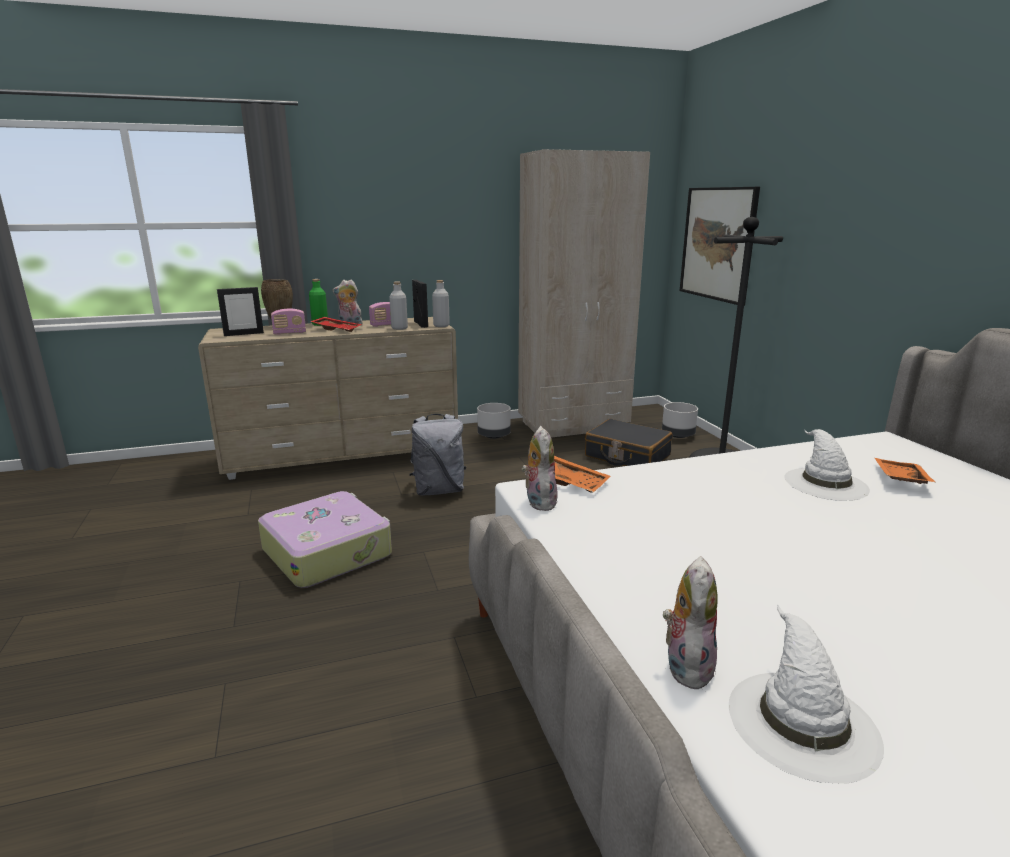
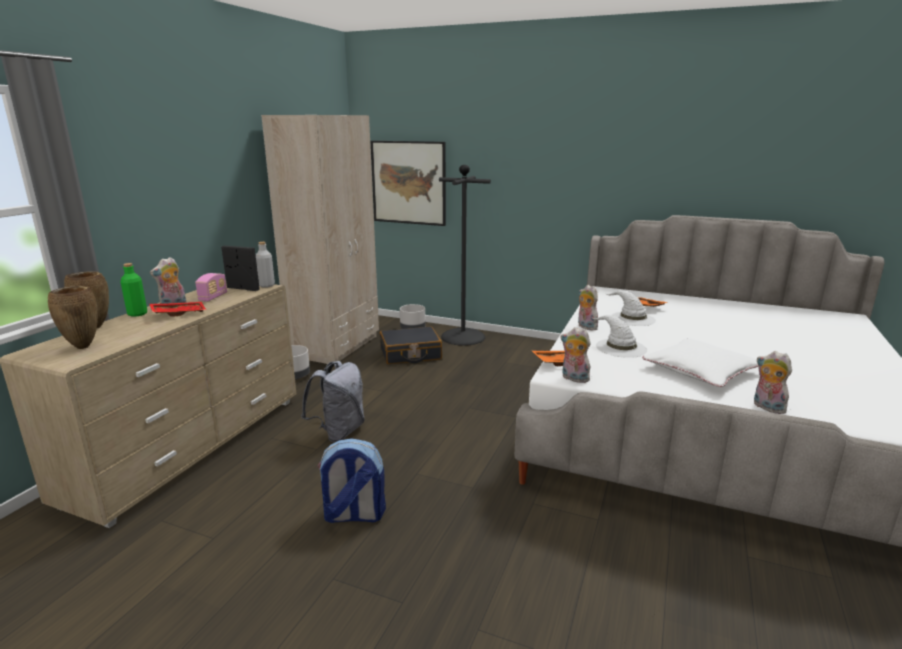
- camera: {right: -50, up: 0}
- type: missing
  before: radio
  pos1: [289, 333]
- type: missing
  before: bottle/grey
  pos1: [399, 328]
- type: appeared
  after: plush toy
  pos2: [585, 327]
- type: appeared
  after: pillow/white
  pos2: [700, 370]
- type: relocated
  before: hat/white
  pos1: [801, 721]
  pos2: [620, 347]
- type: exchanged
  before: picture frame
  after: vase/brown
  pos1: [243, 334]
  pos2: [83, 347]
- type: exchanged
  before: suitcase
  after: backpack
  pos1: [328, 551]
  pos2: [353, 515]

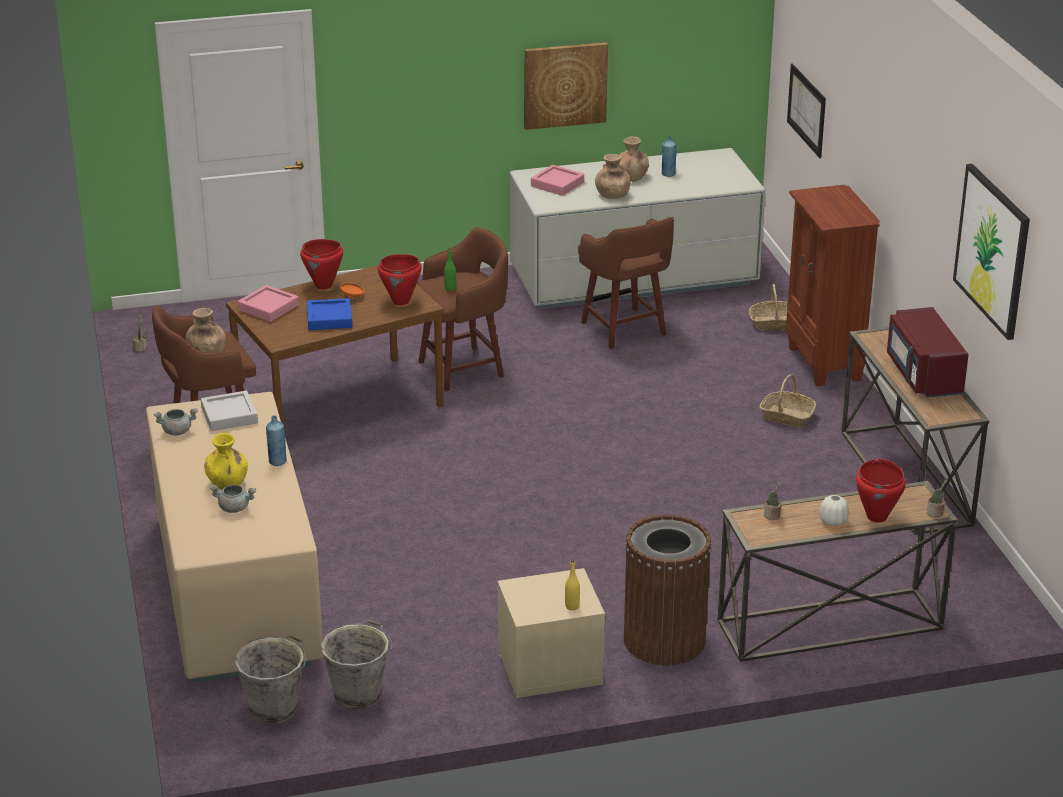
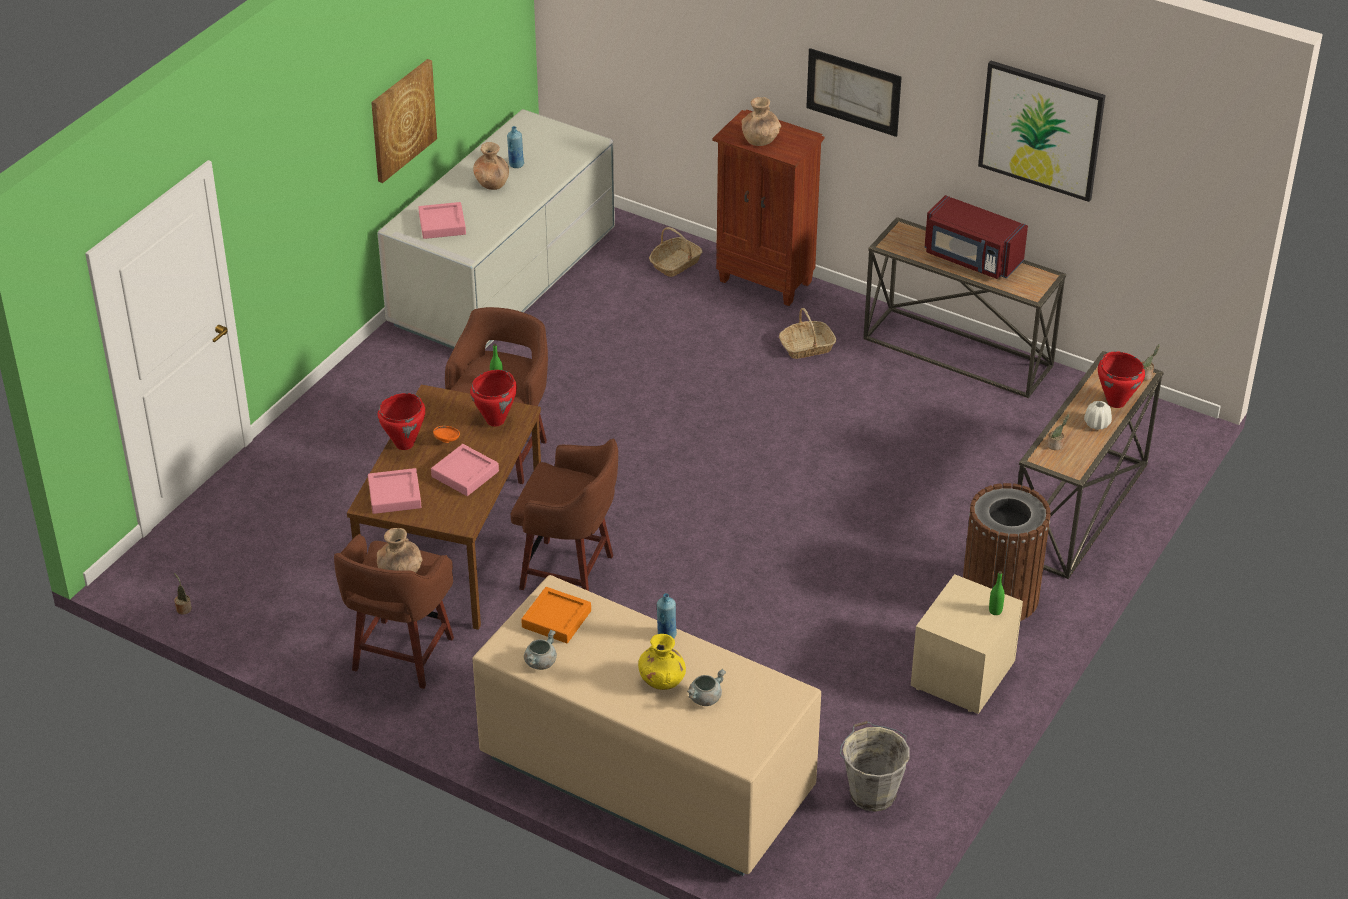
- camera: {right: -45, up: 10}
- type: missing
  before: bucket/grey
  pos1: [275, 708]
- type: relocated
  before: stool/brown
  pos1: [625, 330]
  pos2: [570, 573]
- type: relocated
  before: vase/brown
  pos1: [612, 195]
  pos2: [760, 140]
- type: relocated
  before: picture
  pos1: [806, 110]
  pos2: [853, 92]
- type: colour
  before: tray/grey
  after: tray/orange
  pos1: [229, 415]
  pos2: [556, 619]
- type: colour
  before: tray/blue
  after: tray/pink
  pos1: [329, 318]
  pos2: [465, 474]
- type: colour
  before: bottle/yellow
  after: bottle/green
  pos1: [572, 606]
  pos2: [995, 611]

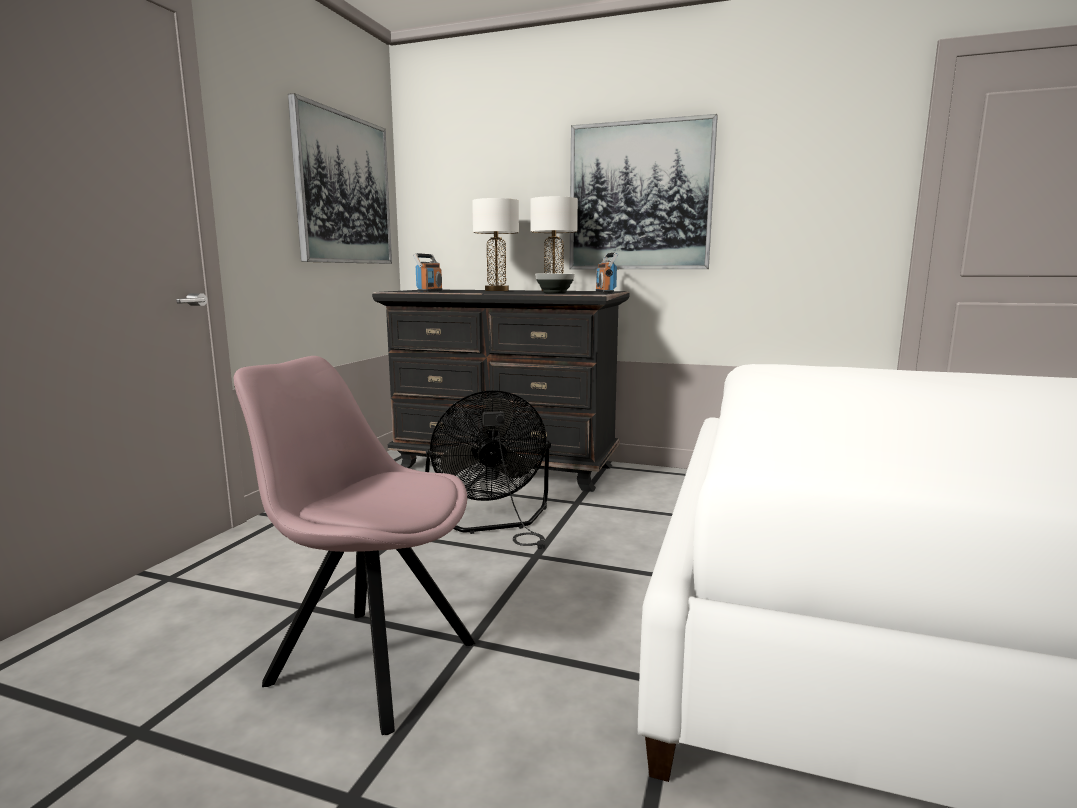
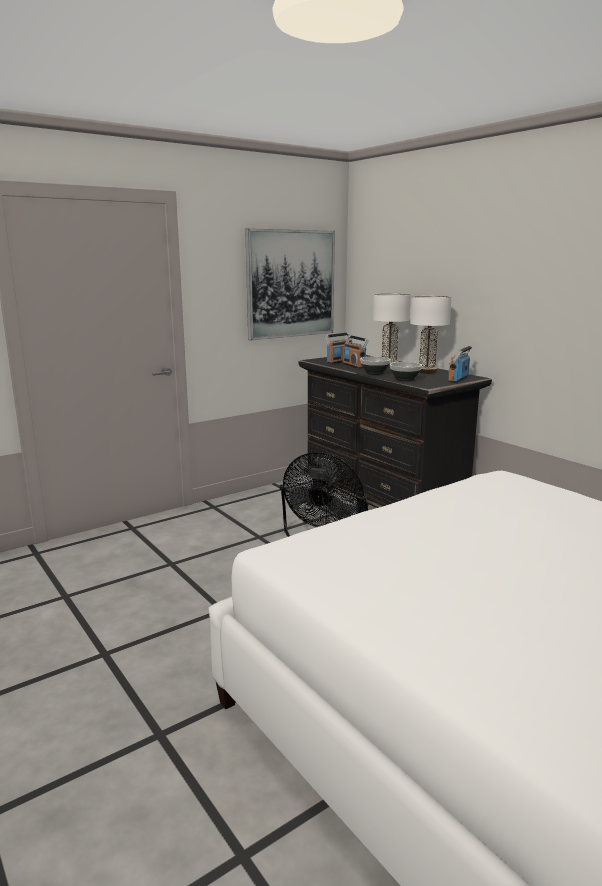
- camera: {right: 35, up: 5}
- type: missing
  before: chair/pink
  pos1: [371, 663]
- type: missing
  before: picture
  pos1: [640, 197]
- type: appeared
  after: radio
  pos2: [354, 366]
- type: appeared
  after: bowl
  pos2: [375, 373]

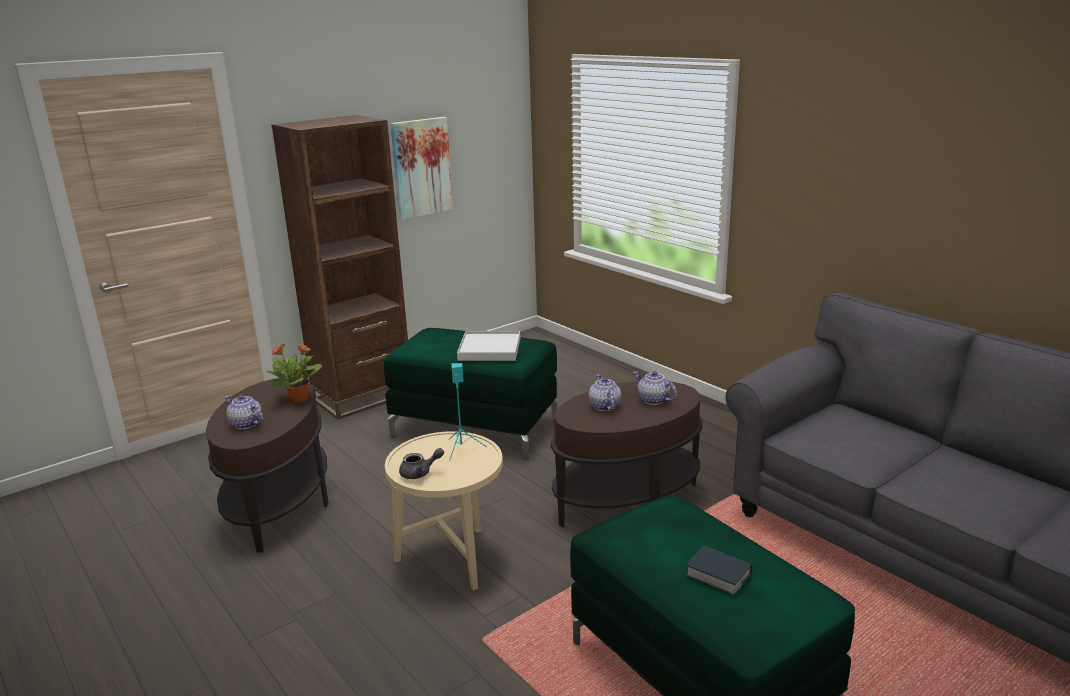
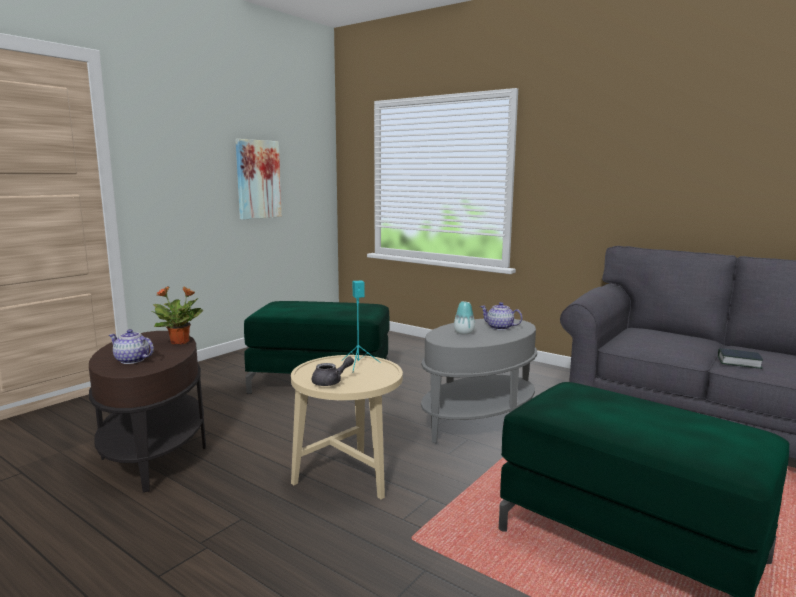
- camera: {right: -15, up: -10}
- type: missing
  before: bookcase/brown
  pos1: [363, 397]
- type: missing
  before: tray/white
  pos1: [489, 349]
- type: relocated
  before: book
  pos1: [718, 575]
  pos2: [739, 362]
- type: exchanged
  before: teapot
  after: vase
  pos1: [604, 406]
  pos2: [464, 333]
- type: colour
  before: side table/brown
  after: side table/grey
  pos1: [627, 503]
  pos2: [478, 422]

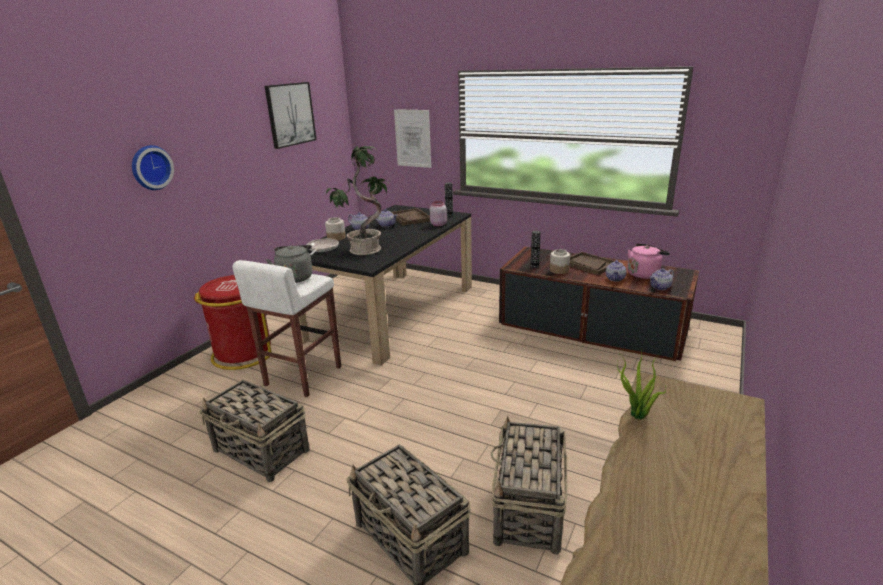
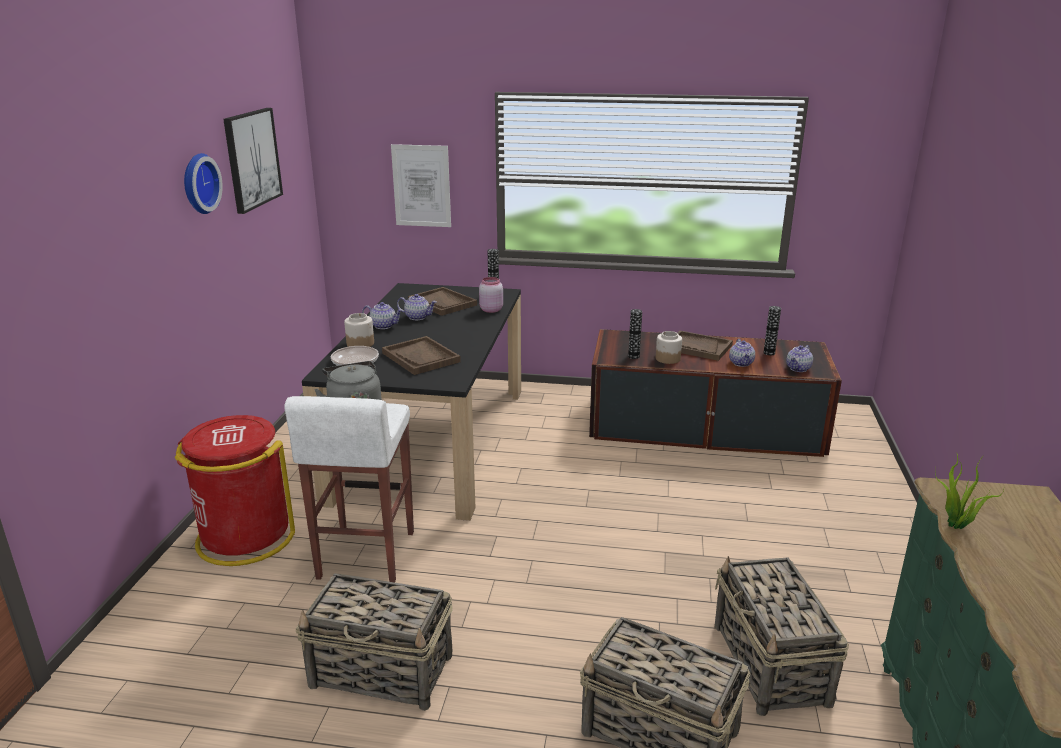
- camera: {right: -20, up: 0}
- type: relocated
  before: wall clock
  pos1: [150, 167]
  pos2: [198, 183]
- type: exchanged
  before: potted plant
  after: tray/brown
  pos1: [365, 249]
  pos2: [421, 357]
- type: exchanged
  before: kettle/pink
  after: vase
  pos1: [644, 274]
  pos2: [769, 353]

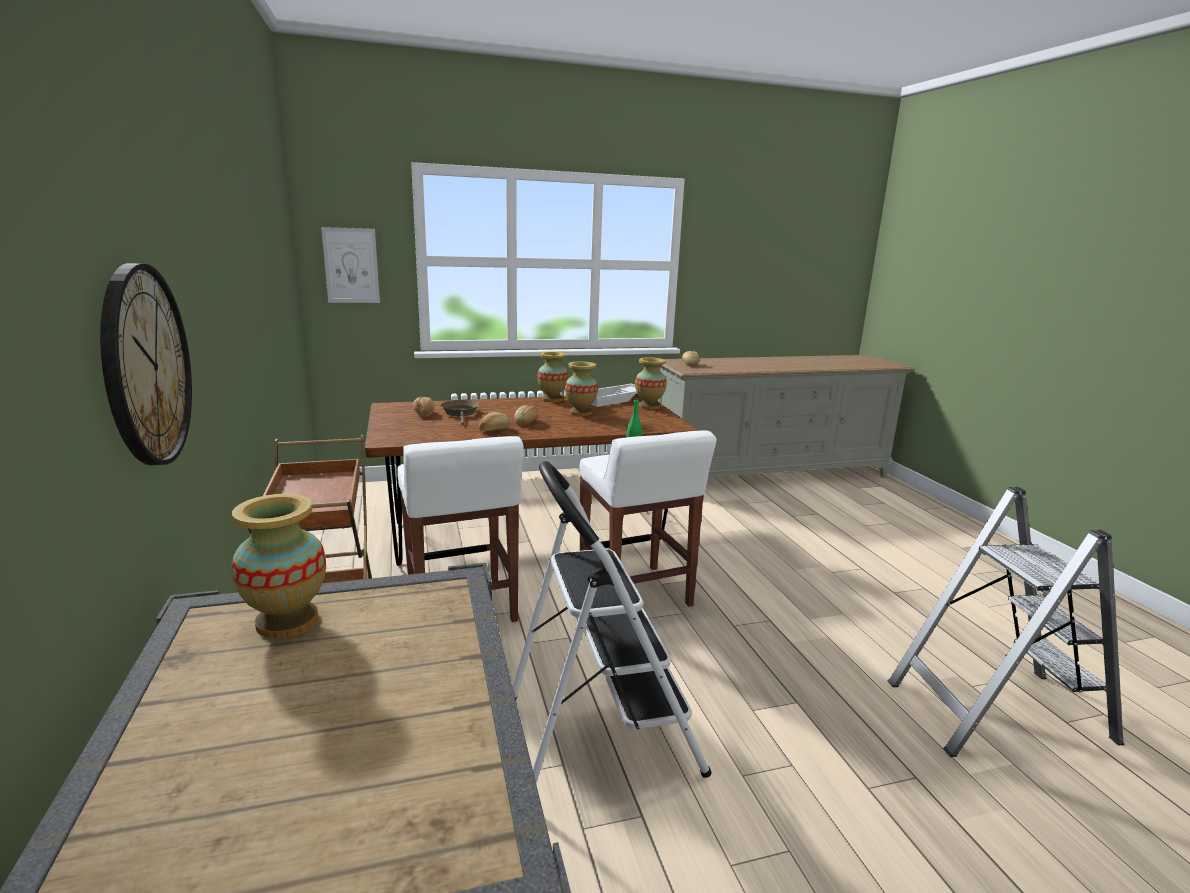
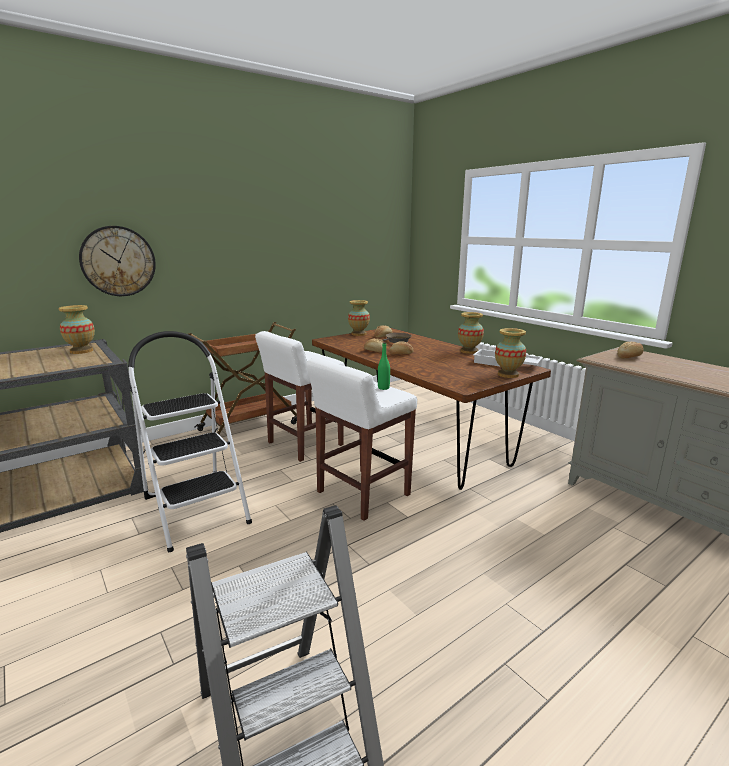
- camera: {right: 70, up: 0}
- type: missing
  before: picture
  pos1: [351, 265]
- type: relocated
  before: vase
  pos1: [580, 413]
  pos2: [358, 334]

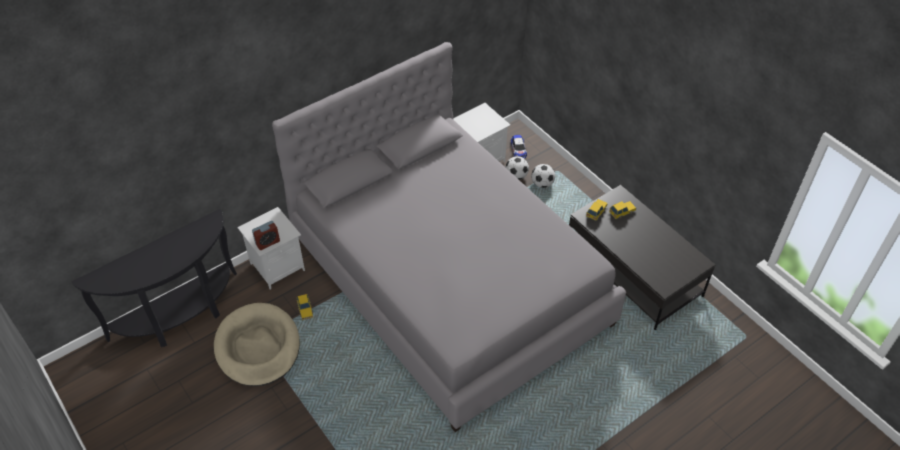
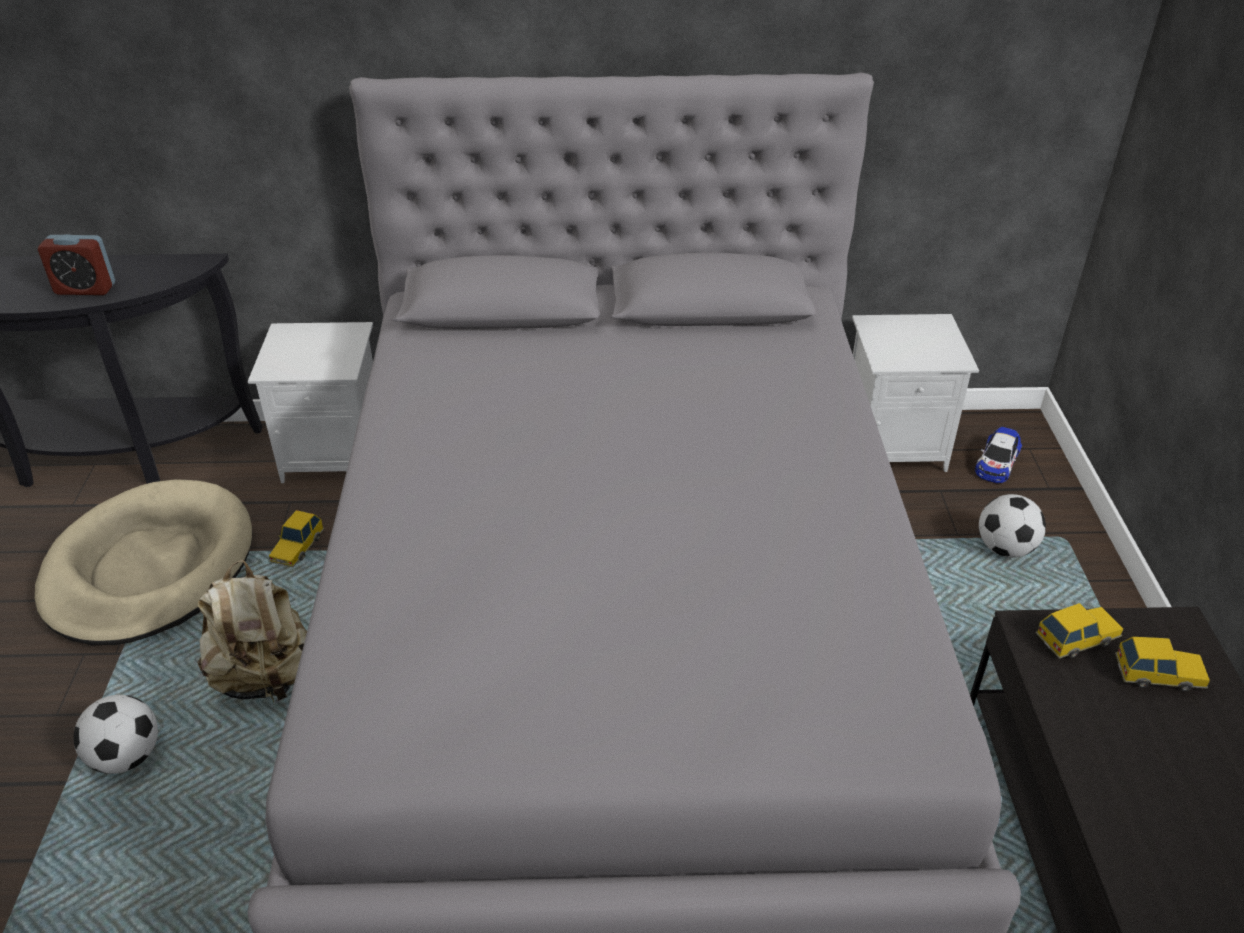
- camera: {right: 35, up: -10}
- type: appeared
  after: backpack/beige
  pos2: [265, 677]
- type: relocated
  before: alarm clock
  pos1: [267, 242]
  pos2: [85, 289]
- type: relocated
  before: football
  pos1: [516, 176]
  pos2: [127, 757]

